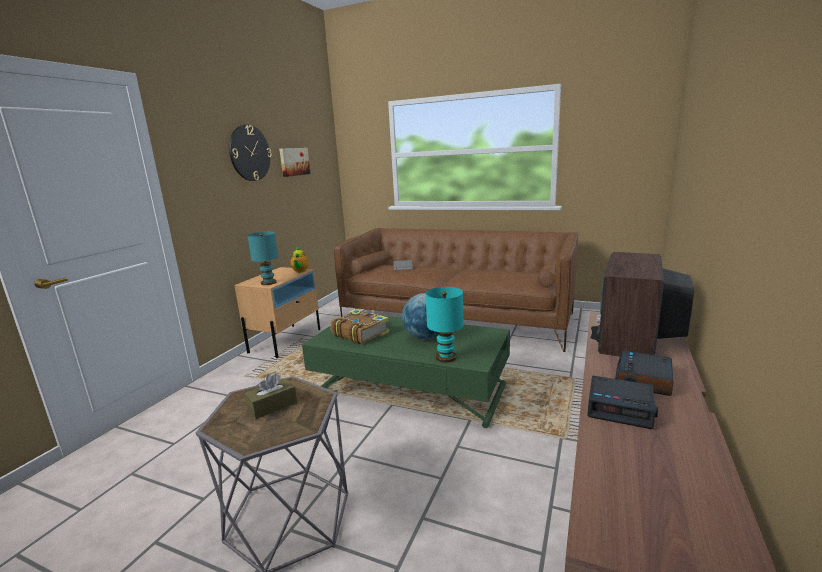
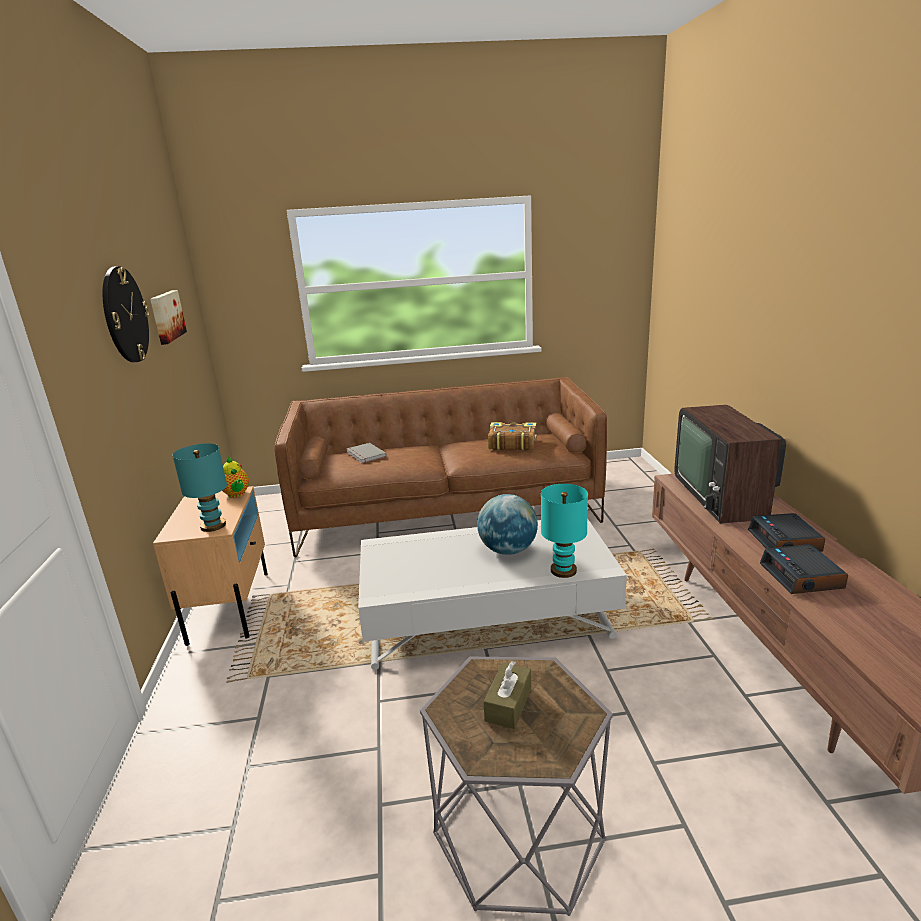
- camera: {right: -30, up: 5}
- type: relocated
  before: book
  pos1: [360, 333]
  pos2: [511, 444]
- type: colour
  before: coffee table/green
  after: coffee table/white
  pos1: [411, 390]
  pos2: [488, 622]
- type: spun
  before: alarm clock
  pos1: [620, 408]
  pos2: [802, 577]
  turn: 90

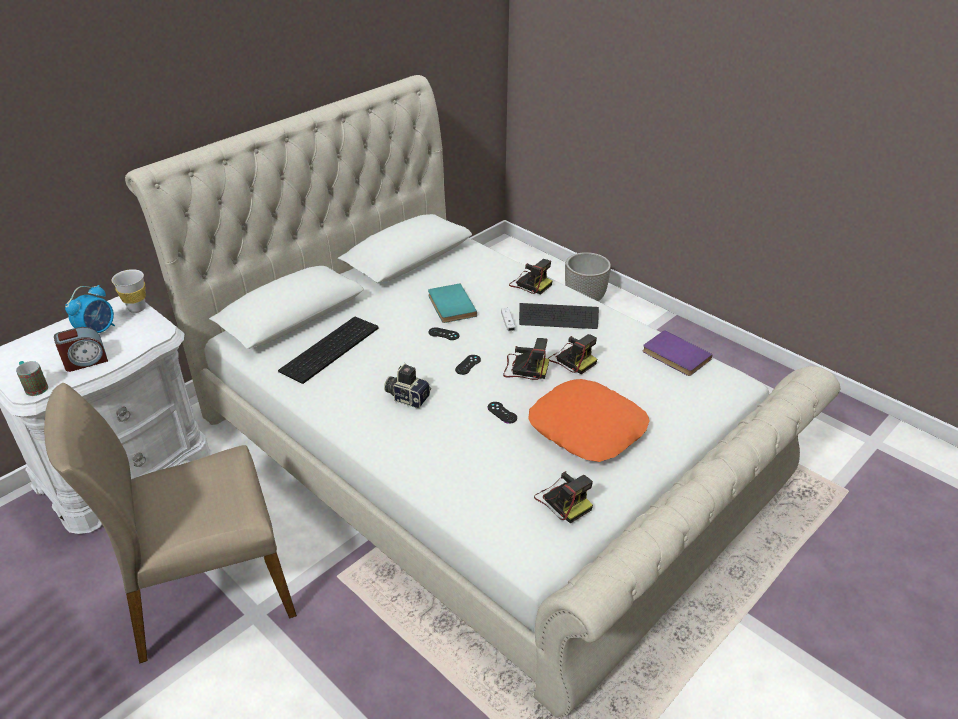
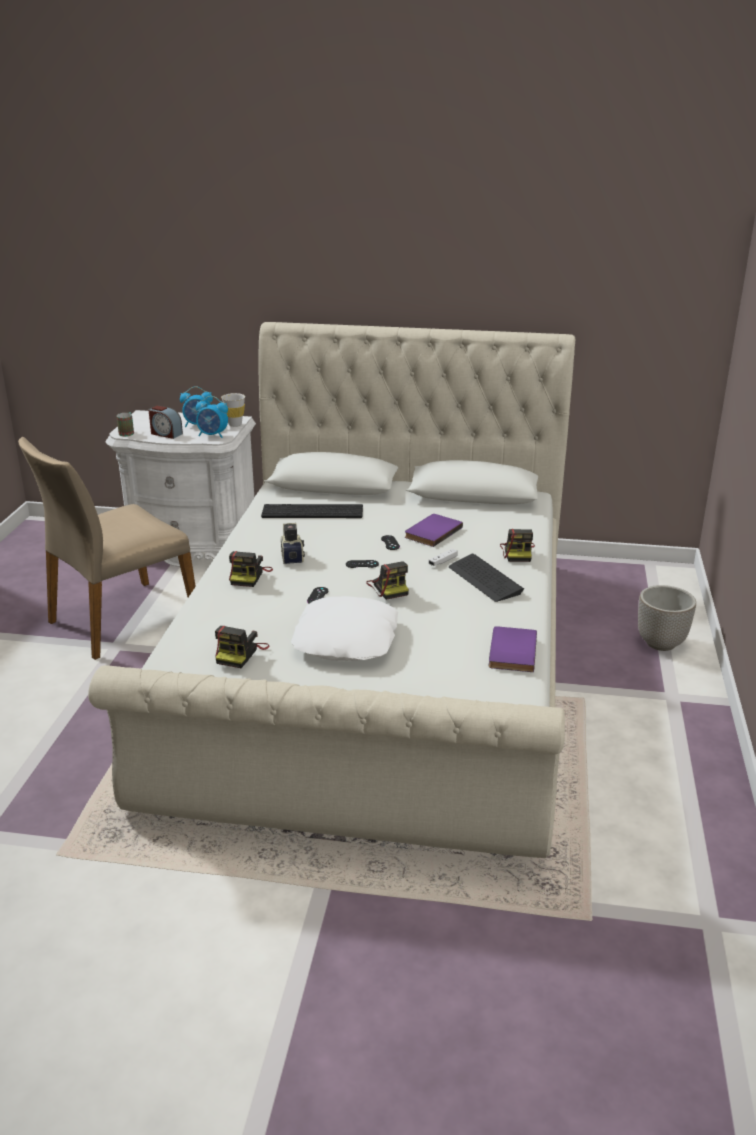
- camera: {right: 55, up: -10}
- type: appeared
  after: alarm clock
  pos2: [213, 435]
- type: relocated
  before: photo camera
  pos1: [572, 359]
  pos2: [249, 576]
- type: colour
  before: book/turquoise
  after: book/purple
  pos1: [450, 305]
  pos2: [431, 532]
- type: colour
  before: pillow/orange
  after: pillow/white
  pos1: [587, 428]
  pos2: [347, 640]
- type: spun
  before: chair/beige
  pos1: [207, 589]
  pos2: [121, 620]
  turn: -75

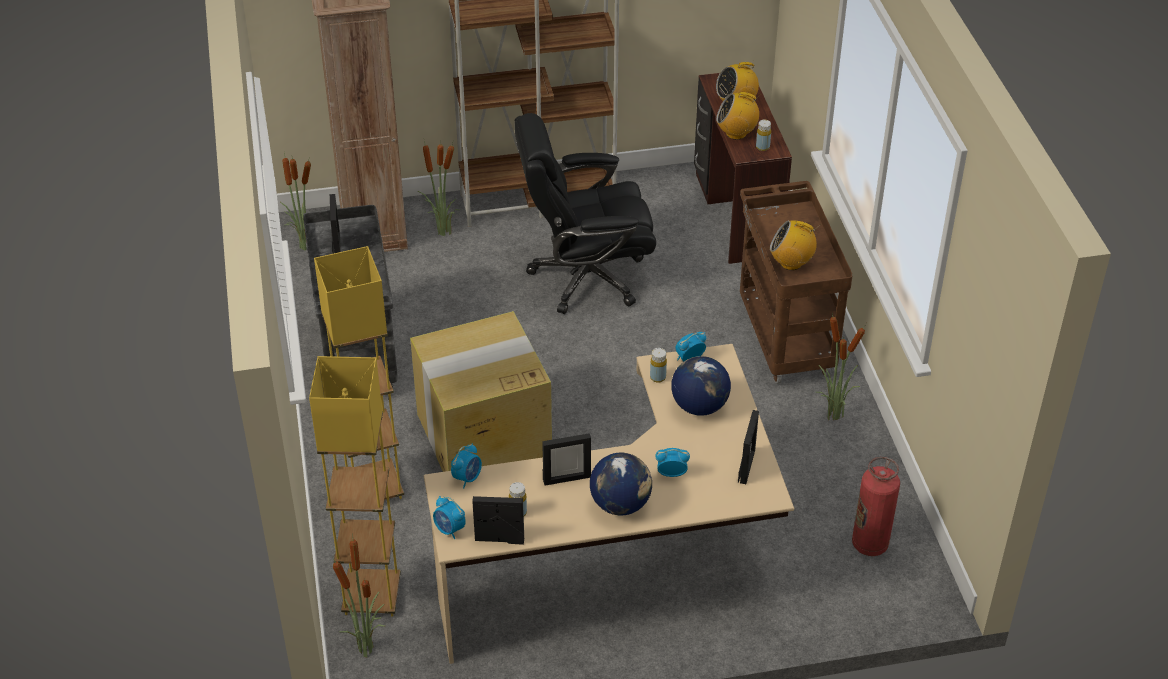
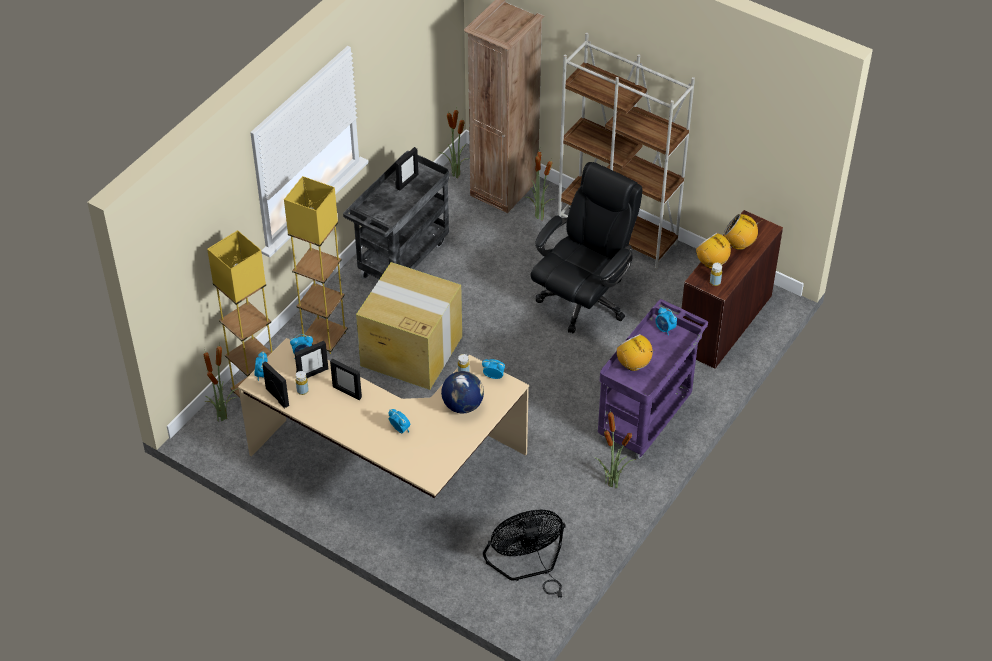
- camera: {right: 45, up: 5}
- type: missing
  before: globe
  pos1: [620, 504]
- type: appeared
  after: alarm clock
  pos2: [665, 329]
- type: relocated
  before: picture frame
  pos1: [746, 466]
  pos2: [312, 373]
- type: exchanged
  before: fire extinguisher
  after: fan/black
  pos1: [870, 544]
  pos2: [531, 566]
- type: colour
  before: cart/brown
  after: cart/purple
  pos1: [783, 337]
  pos2: [647, 417]
- type: spun
  before: office chair/black
  pos1: [587, 277]
  pos2: [583, 300]
  turn: 90

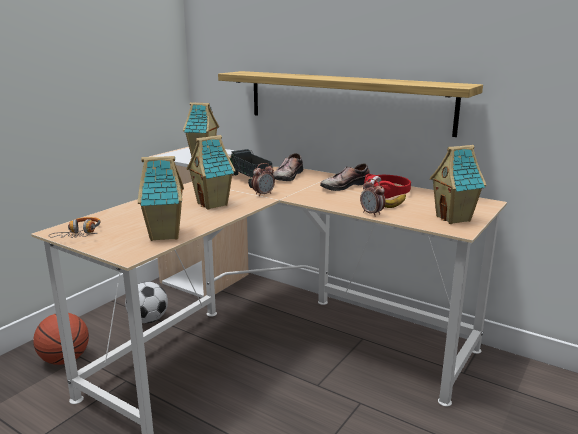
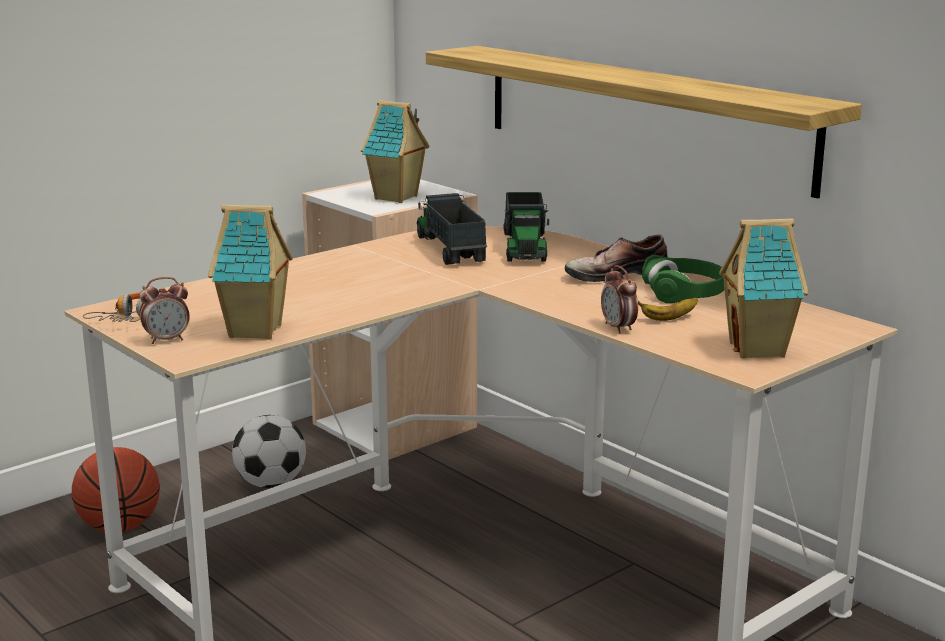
- camera: {right: 15, up: 0}
- type: missing
  before: toy house
  pos1: [213, 204]
- type: relocated
  before: alarm clock
  pos1: [263, 194]
  pos2: [167, 340]
- type: exchanged
  before: shoe
  after: toy truck
  pos1: [286, 176]
  pos2: [525, 247]
- type: colour
  before: headphones/red
  after: headphones/green
  pos1: [388, 192]
  pos2: [684, 292]

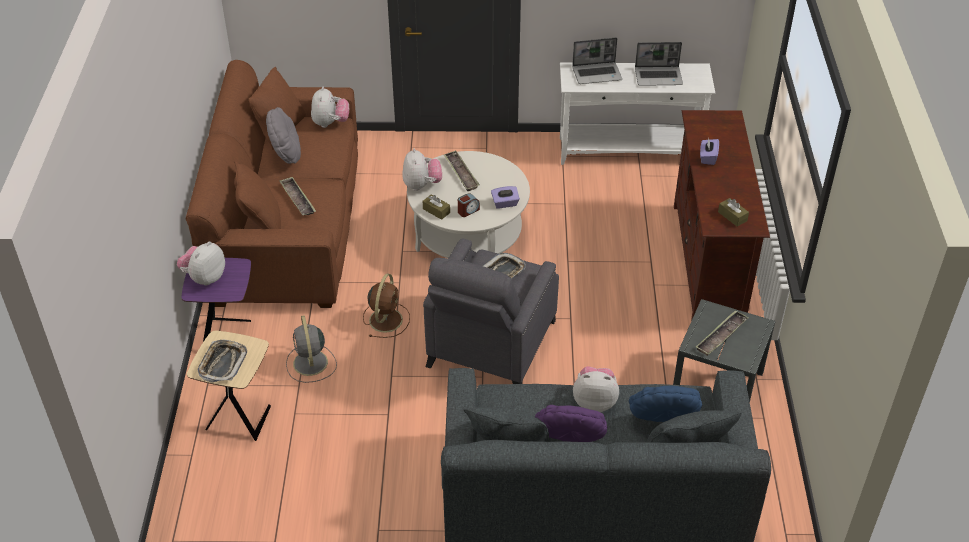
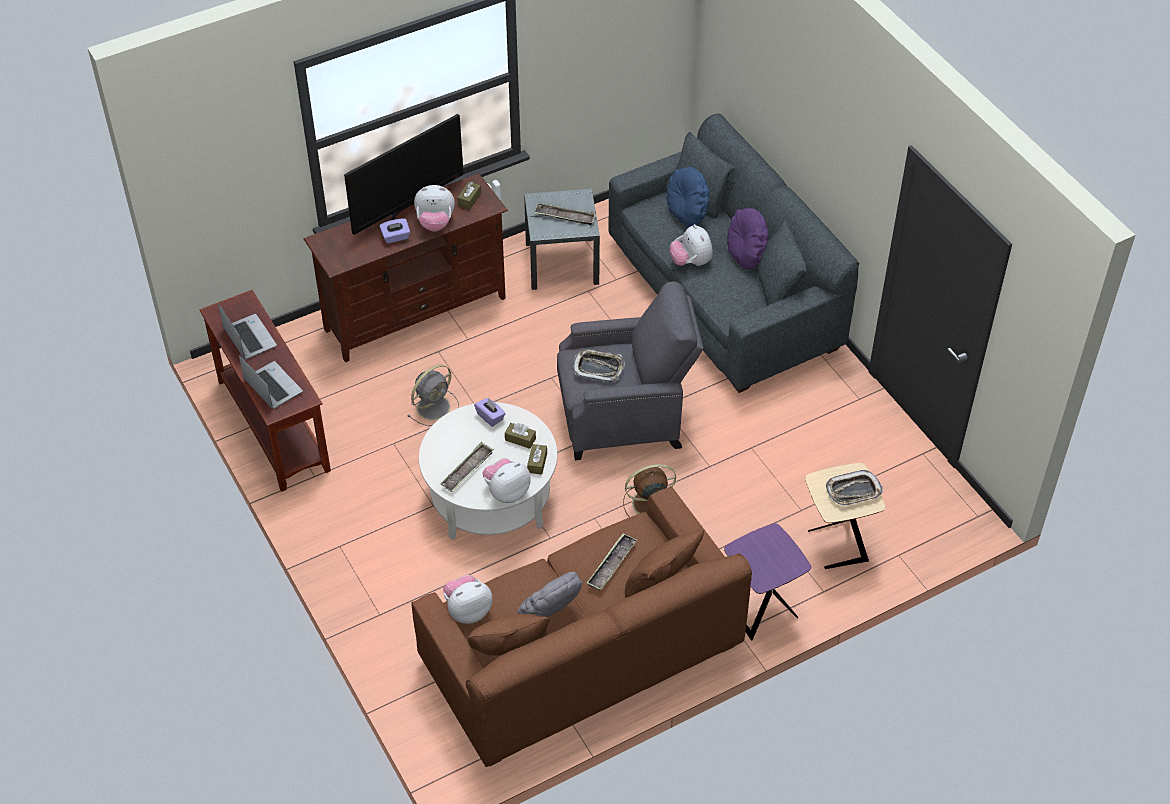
- camera: {right: -120, up: 5}
- type: appeared
  after: television
  pos2: [407, 207]
- type: relocated
  before: plush toy
  pos1: [204, 277]
  pos2: [435, 223]
- type: relocated
  before: fan/grey
  pos1: [310, 364]
  pos2: [434, 406]
- type: exchanged
  before: alarm clock
  after: tissue box/brown
  pos1: [468, 211]
  pos2: [520, 439]
- type: colour
  before: console table/white
  after: console table/brown
  pos1: [629, 151]
  pos2: [272, 425]

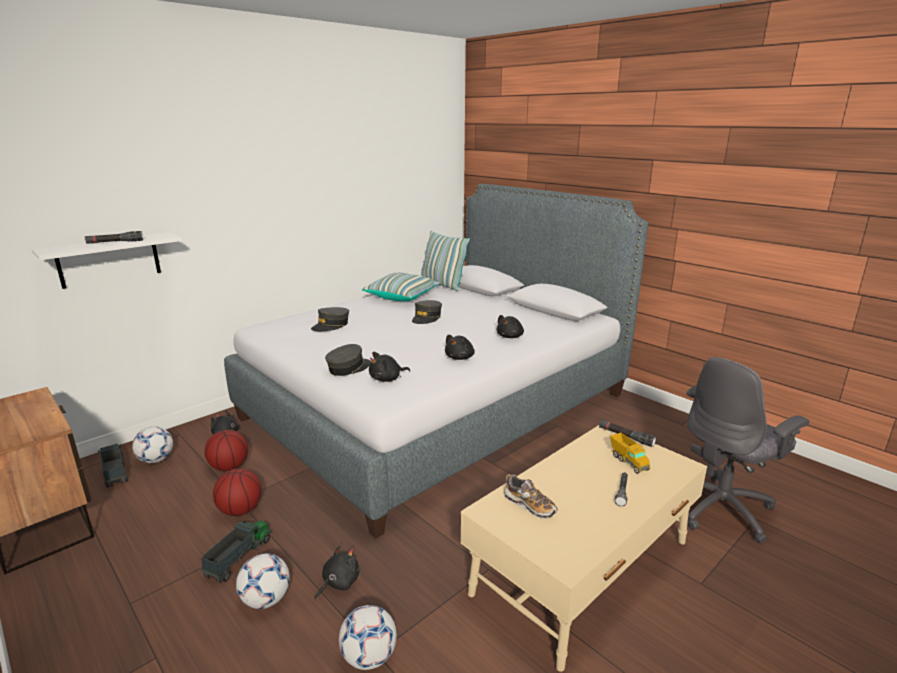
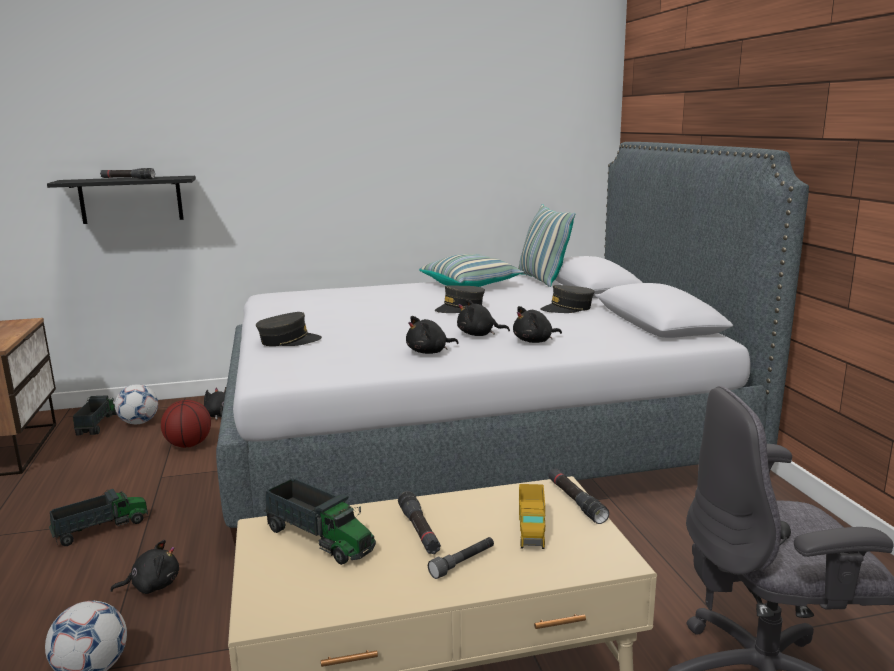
- camera: {right: 30, up: -5}
- type: missing
  before: basketball
  pos1: [240, 510]
- type: missing
  before: football
  pos1: [266, 600]
- type: appeared
  after: flashlight/black
  pos2: [419, 530]
- type: relocated
  before: cap/grey
  pos1: [331, 325]
  pos2: [567, 308]
- type: relocated
  before: plush toy/black
  pos1: [387, 379]
  pos2: [478, 334]
- type: exchanged
  before: shoe
  after: toy truck
  pos1: [529, 505]
  pos2: [320, 539]
- type: colour
  before: shelf/white
  after: shelf/black
  pos1: [109, 260]
  pos2: [131, 199]

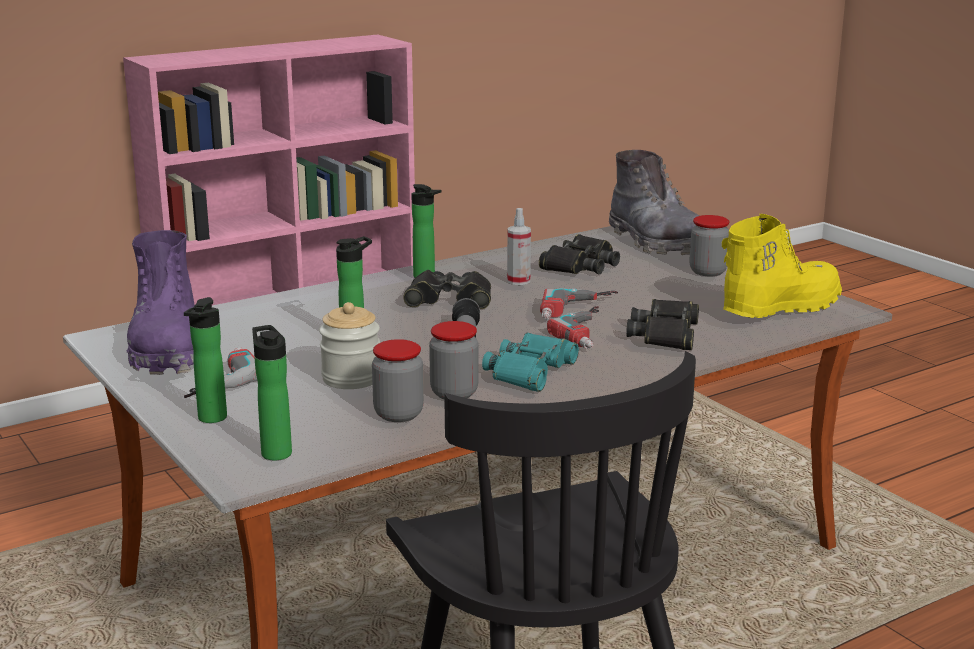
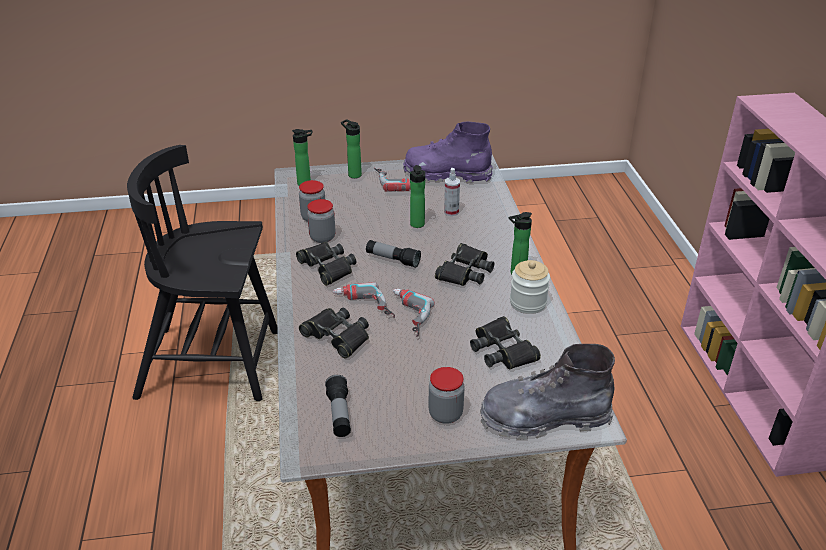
- camera: {right: 115, up: 15}
- type: relocated
  before: jar
  pos1: [351, 378]
  pos2: [528, 303]
- type: relocated
  before: spray bottle
  pos1: [518, 281]
  pos2: [451, 212]
- type: exchanged
  before: boot/yellow
  after: flashlight
  pos1: [779, 308]
  pos2: [339, 414]
- type: colour
  before: binoculars/turquoise
  after: binoculars/black
  pos1: [530, 371]
  pos2: [327, 267]

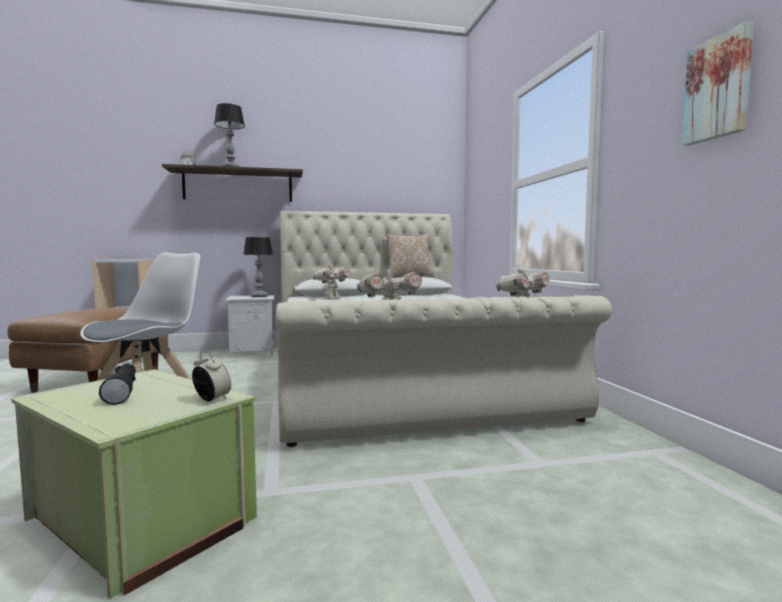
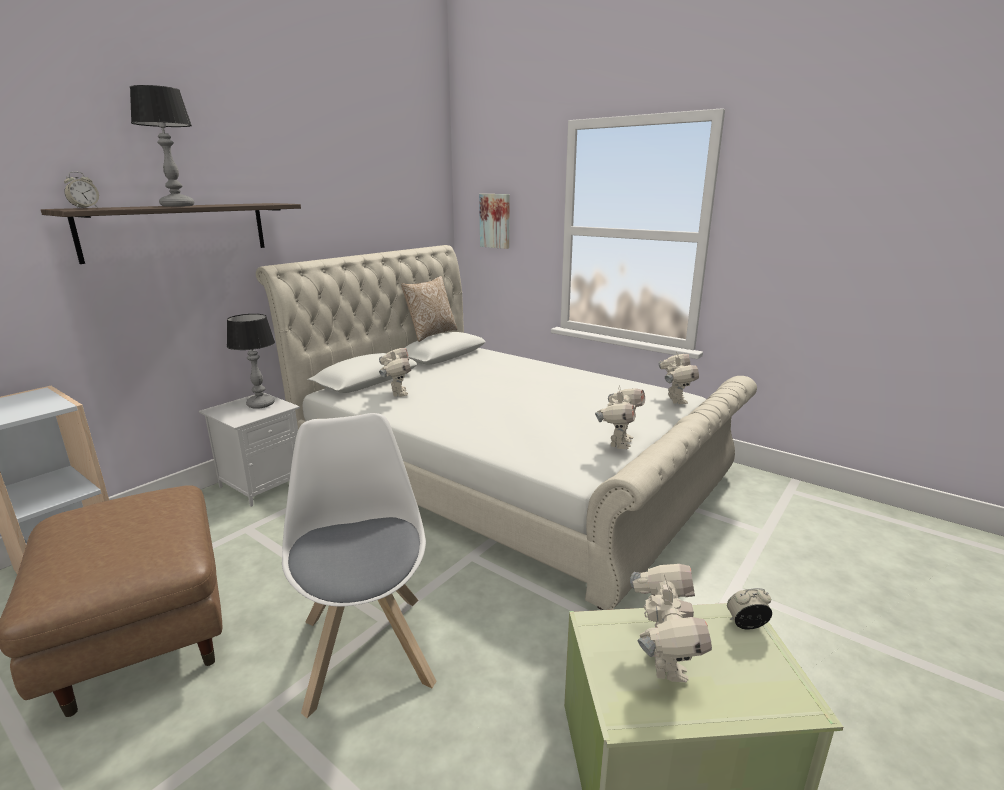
- camera: {right: -40, up: 15}
- type: relocated
  before: picture
  pos1: [719, 88]
  pos2: [495, 221]
- type: exchanged
  before: flashlight/black
  after: toy robot
  pos1: [122, 392]
  pos2: [662, 662]

